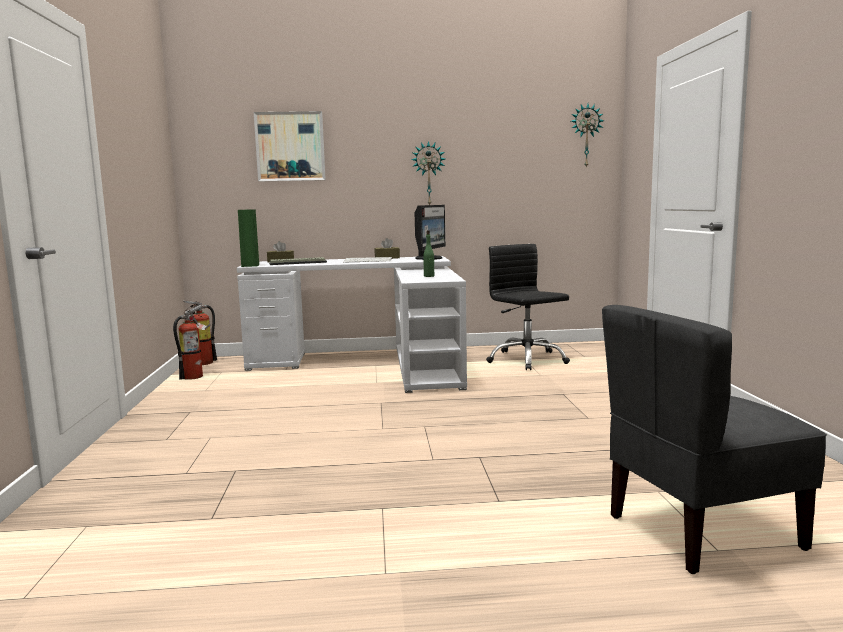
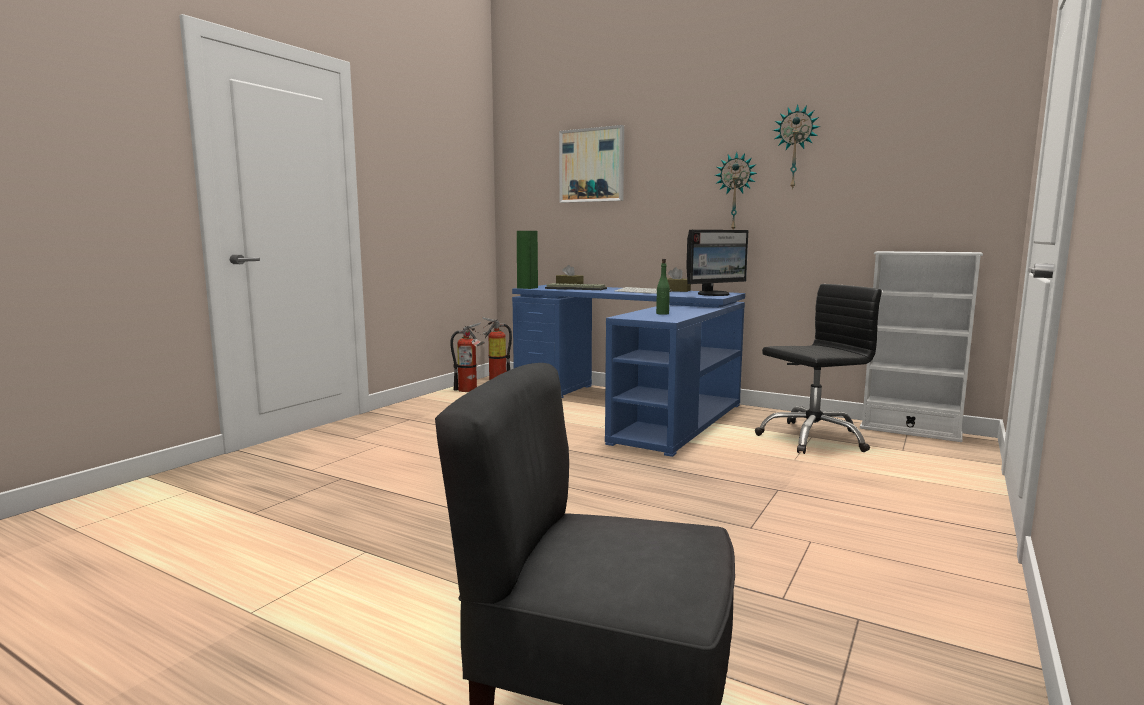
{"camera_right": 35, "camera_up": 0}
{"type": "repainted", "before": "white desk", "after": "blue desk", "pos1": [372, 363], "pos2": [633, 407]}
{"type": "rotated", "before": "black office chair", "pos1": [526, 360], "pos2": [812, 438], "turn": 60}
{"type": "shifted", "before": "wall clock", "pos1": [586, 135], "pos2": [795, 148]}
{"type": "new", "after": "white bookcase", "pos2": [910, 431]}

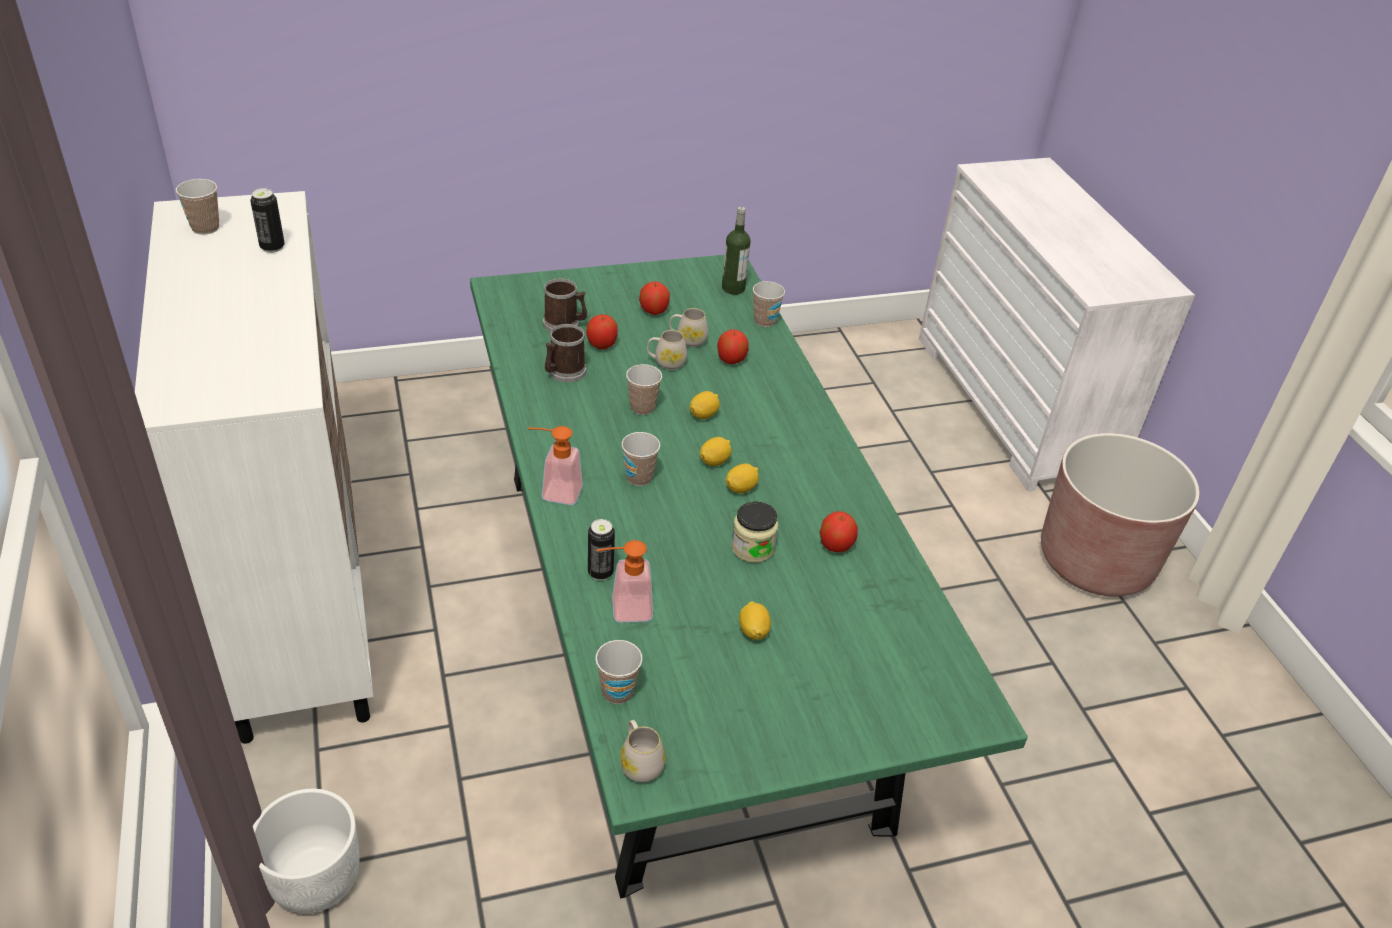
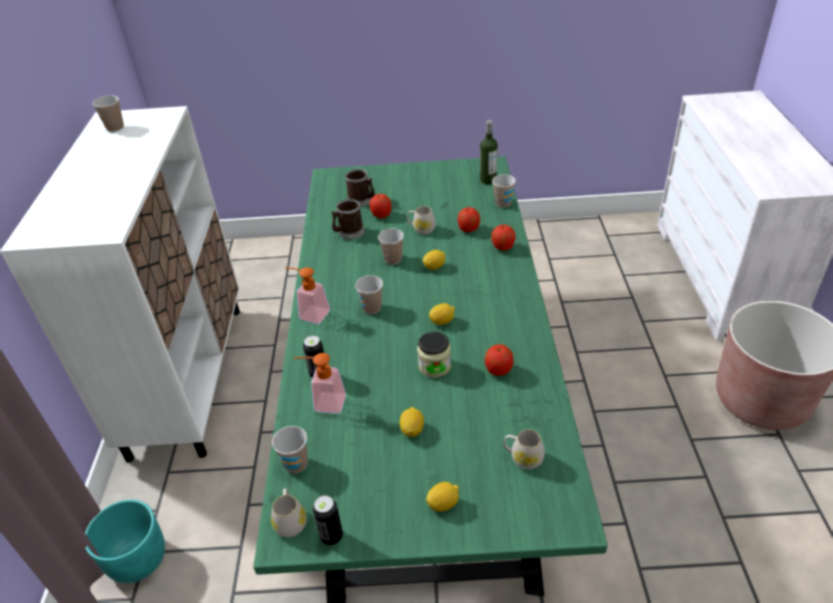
{"camera_right": 20, "camera_up": 0}
{"type": "shifted", "before": "can", "pos1": [272, 247], "pos2": [331, 536]}
{"type": "repainted", "before": "white planter", "after": "turquoise planter", "pos1": [314, 878], "pos2": [137, 559]}
{"type": "shifted", "before": "apple", "pos1": [653, 311], "pos2": [503, 247]}
{"type": "shifted", "before": "white mug", "pos1": [687, 340], "pos2": [523, 458]}
{"type": "shifted", "before": "lemon", "pos1": [714, 461], "pos2": [443, 504]}

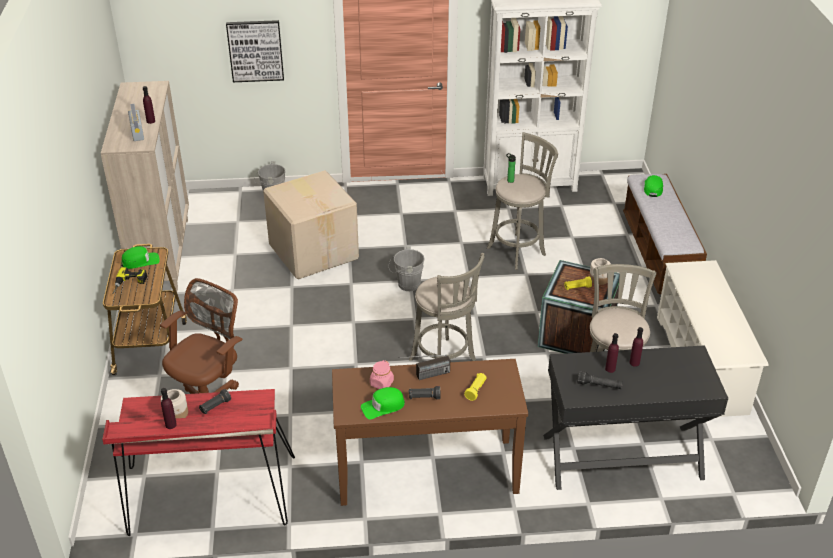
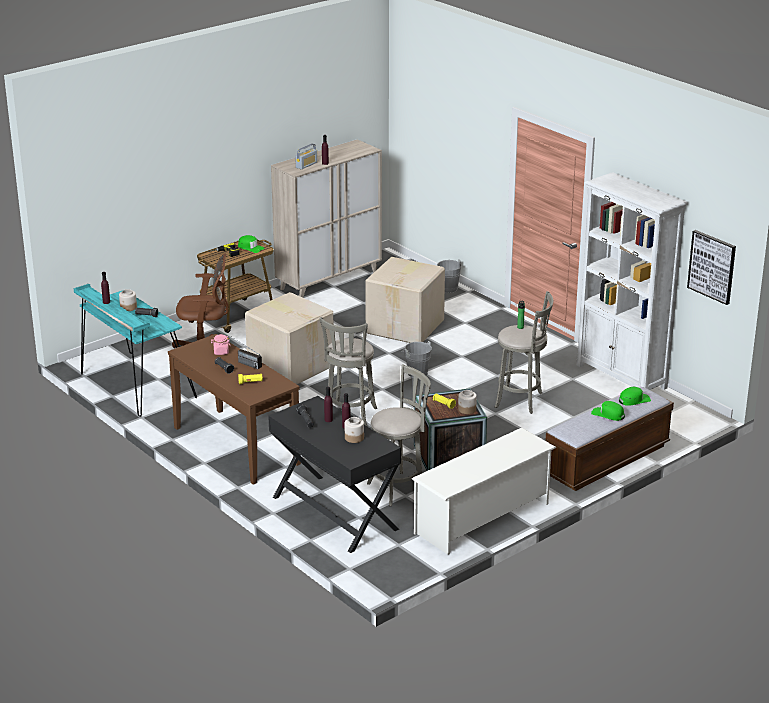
{"camera_right": 55, "camera_up": -10}
{"type": "repainted", "before": "red desk", "after": "turquoise desk", "pos1": [209, 498], "pos2": [134, 385]}
{"type": "shifted", "before": "picture", "pos1": [255, 50], "pos2": [712, 266]}
{"type": "shifted", "before": "green cap", "pos1": [383, 406], "pos2": [608, 414]}
{"type": "new", "after": "cardboard box", "pos2": [290, 366]}
{"type": "new", "after": "jar", "pos2": [354, 438]}

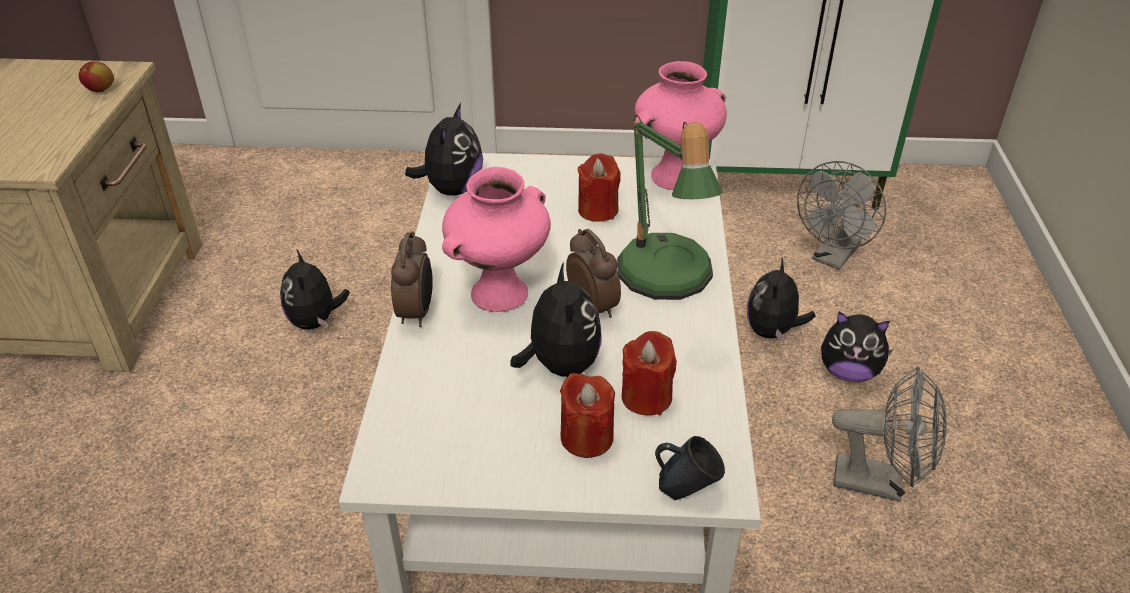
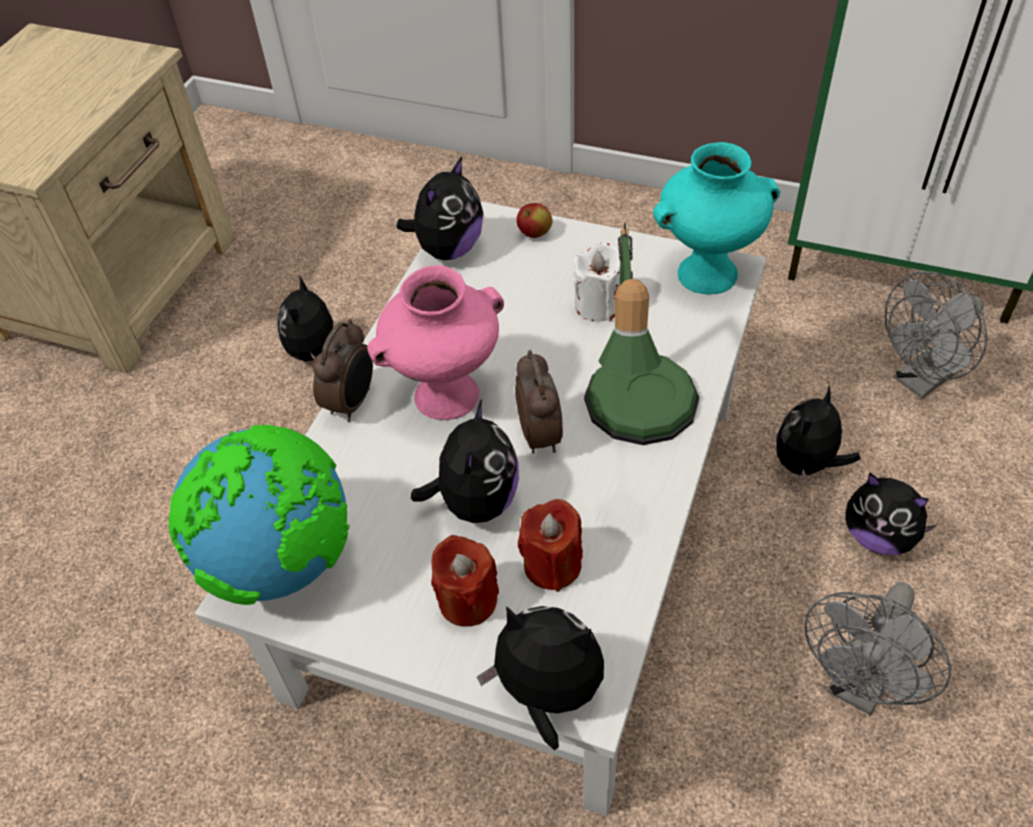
{"camera_right": 20, "camera_up": 10}
{"type": "shifted", "before": "apple", "pos1": [101, 90], "pos2": [535, 234]}
{"type": "repainted", "before": "red candle", "after": "white candle", "pos1": [598, 210], "pos2": [598, 305]}
{"type": "repainted", "before": "pink vase", "after": "turquoise vase", "pos1": [675, 175], "pos2": [708, 273]}
{"type": "swapped", "before": "blue mug", "after": "plush toy", "pos1": [686, 490], "pos2": [547, 693]}
{"type": "rotated", "before": "grey fan", "pos1": [879, 482], "pos2": [858, 686], "turn": 90}
{"type": "new", "after": "globe", "pos2": [282, 561]}

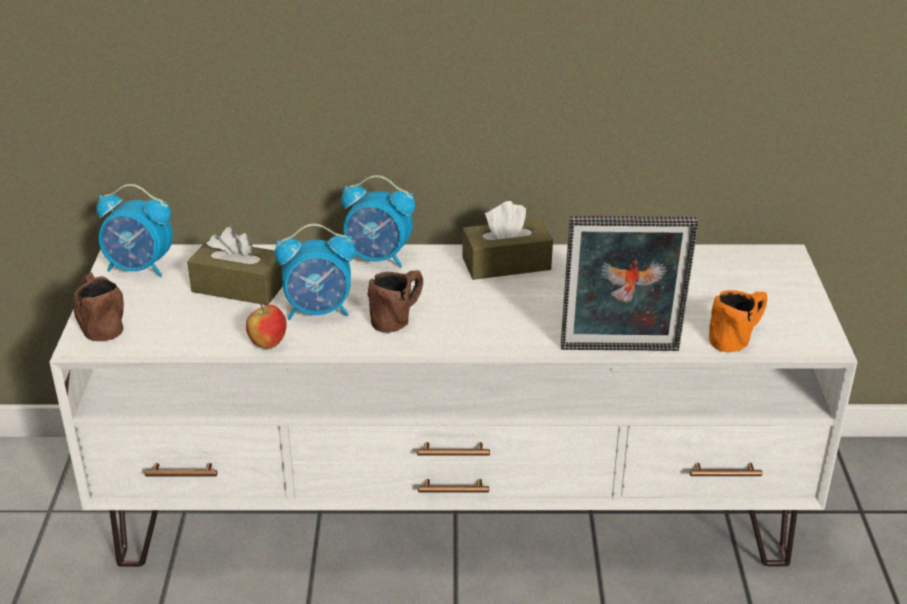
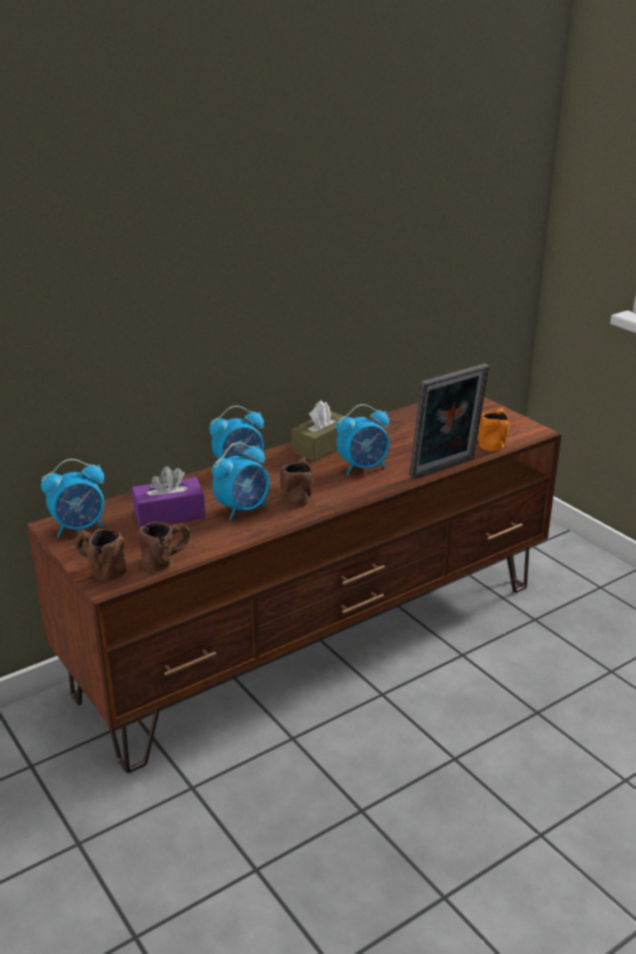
{"camera_right": -35, "camera_up": -5}
{"type": "repainted", "before": "white tv stand", "after": "brown tv stand", "pos1": [456, 507], "pos2": [318, 637]}
{"type": "repainted", "before": "brown tissue box", "after": "purple tissue box", "pos1": [239, 287], "pos2": [169, 514]}
{"type": "gone", "before": "apple", "pos1": [268, 344]}
{"type": "new", "after": "brown mug", "pos2": [167, 559]}
{"type": "new", "after": "alarm clock", "pos2": [363, 467]}

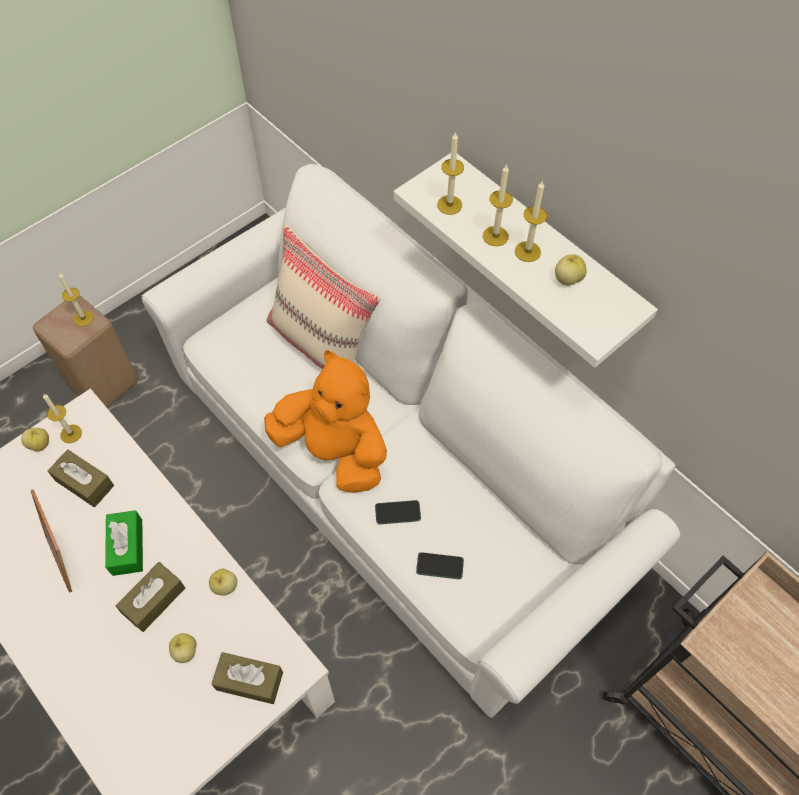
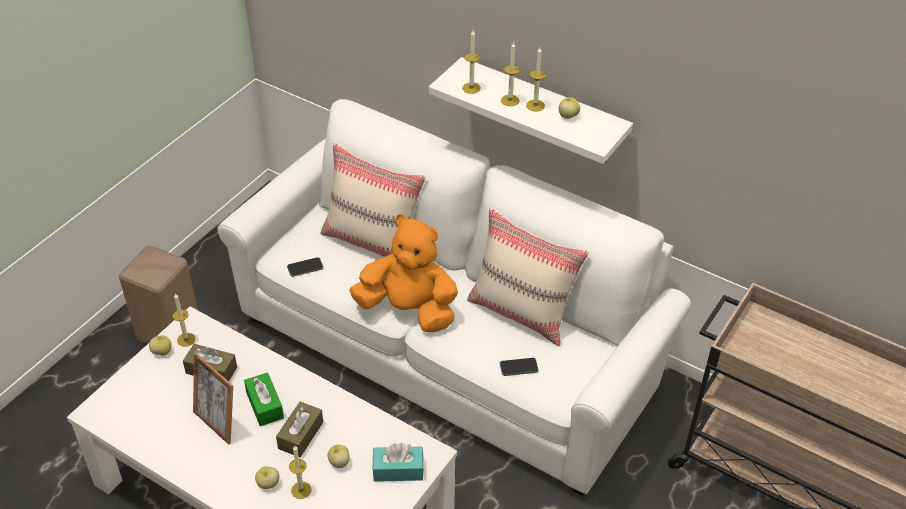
{"camera_right": -15, "camera_up": -15}
{"type": "shifted", "before": "candle", "pos1": [83, 318], "pos2": [301, 490]}
{"type": "shifted", "before": "apple", "pos1": [225, 586], "pos2": [268, 484]}
{"type": "repainted", "before": "brown tissue box", "after": "turquoise tissue box", "pos1": [249, 681], "pos2": [398, 470]}
{"type": "shifted", "before": "phone", "pos1": [397, 512], "pos2": [305, 267]}
{"type": "new", "after": "beige pillow", "pos2": [522, 312]}

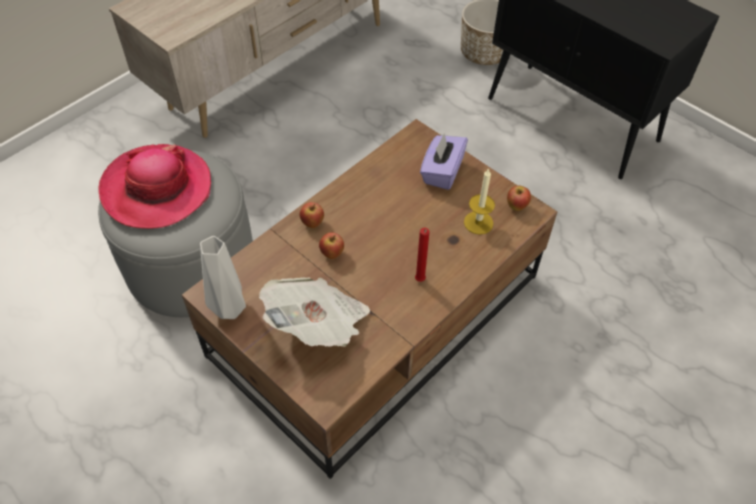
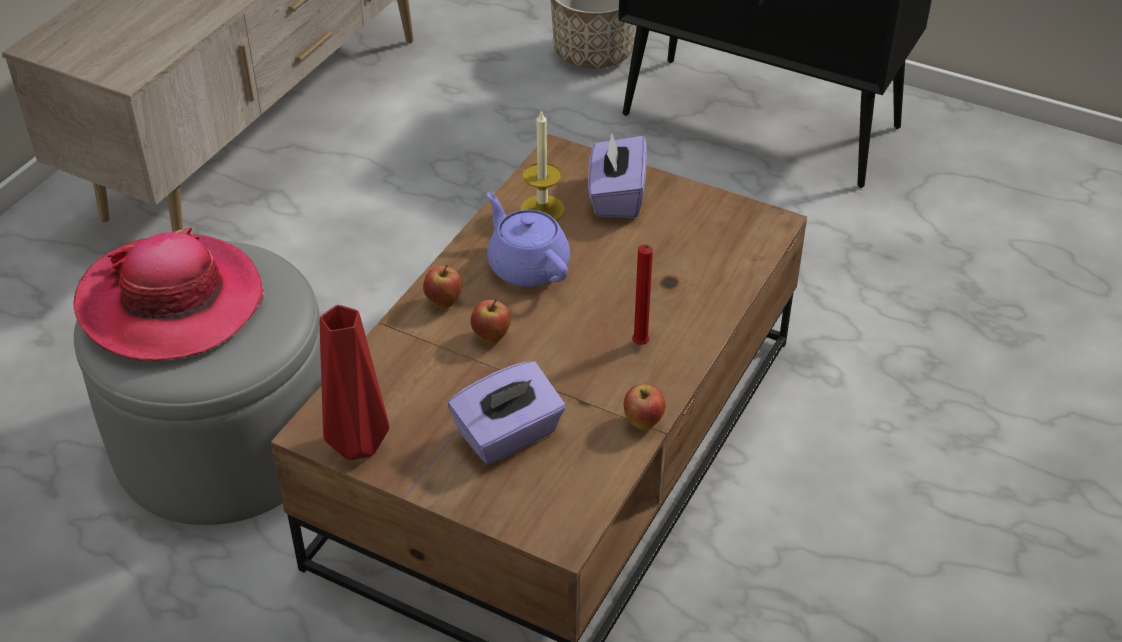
{"camera_right": -15, "camera_up": -10}
{"type": "repainted", "before": "grey vase", "after": "red vase", "pos1": [228, 308], "pos2": [355, 444]}
{"type": "swapped", "before": "newspaper", "after": "purple tissue box", "pos1": [318, 324], "pos2": [508, 435]}
{"type": "shifted", "before": "candle", "pos1": [478, 222], "pos2": [542, 209]}
{"type": "shifted", "before": "apple", "pos1": [516, 206], "pos2": [643, 423]}
{"type": "new", "after": "purple teapot", "pos2": [527, 266]}

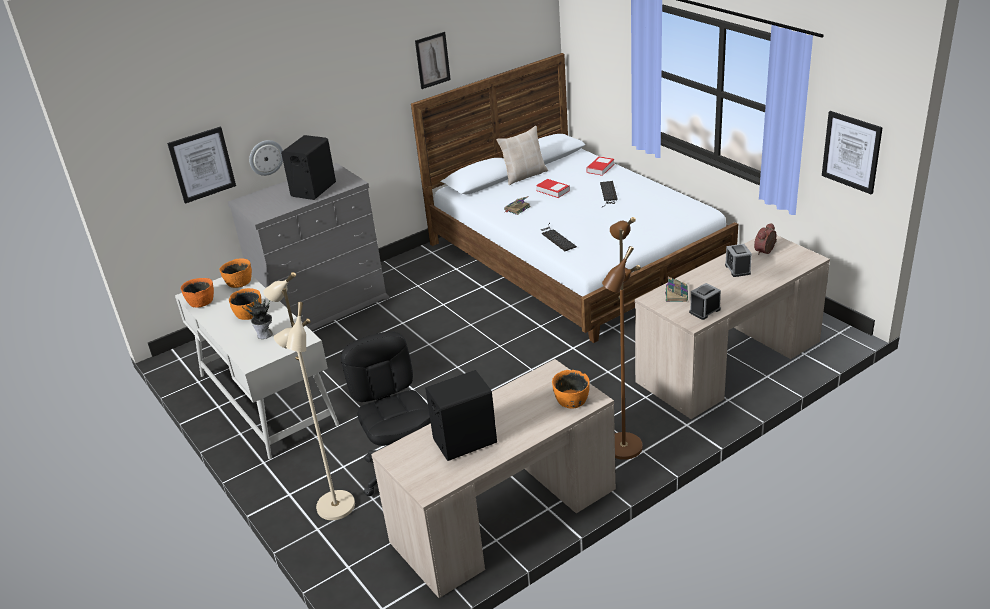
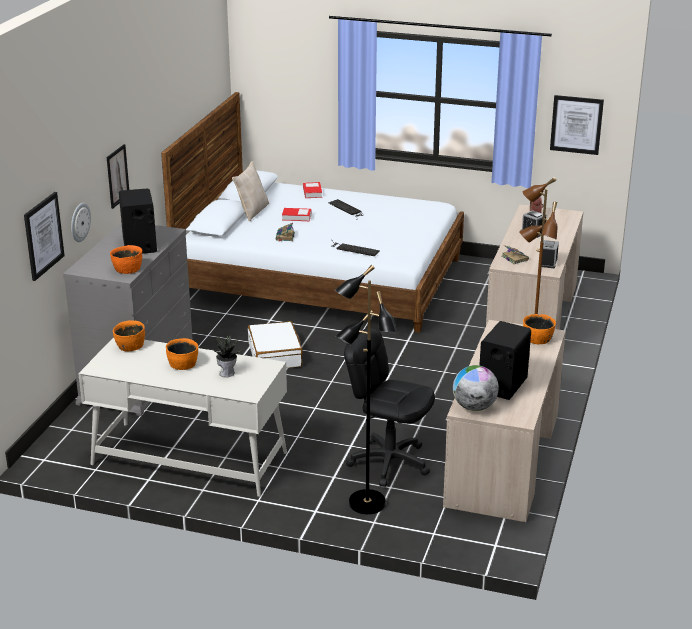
{"camera_right": -40, "camera_up": -5}
{"type": "shifted", "before": "orange bowl", "pos1": [201, 301], "pos2": [127, 269]}
{"type": "repainted", "before": "beige floor lamp", "after": "black floor lamp", "pos1": [334, 506], "pos2": [366, 504]}
{"type": "shifted", "before": "picture", "pos1": [432, 60], "pos2": [117, 176]}
{"type": "new", "after": "white suitcase", "pos2": [275, 355]}
{"type": "new", "after": "globe", "pos2": [474, 407]}

